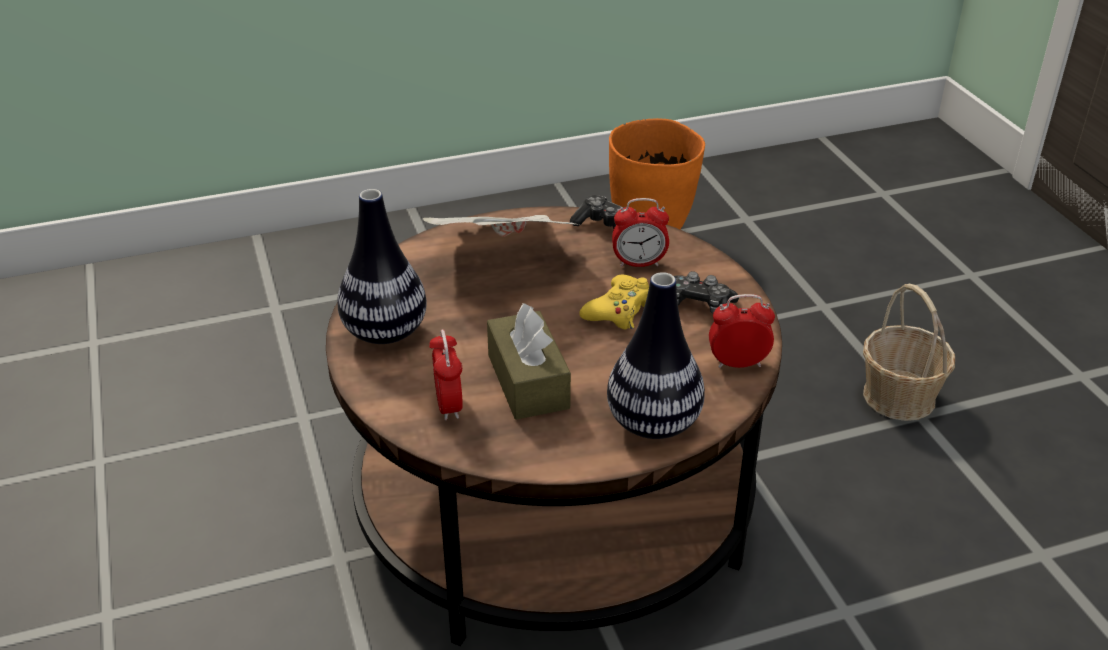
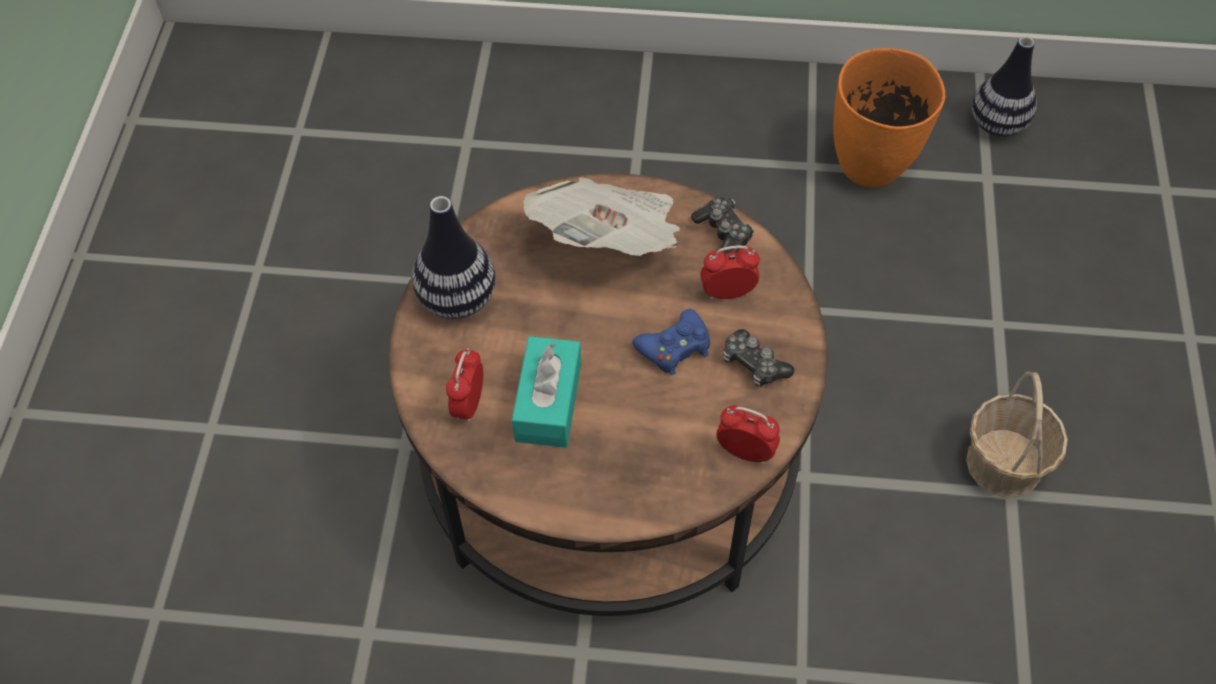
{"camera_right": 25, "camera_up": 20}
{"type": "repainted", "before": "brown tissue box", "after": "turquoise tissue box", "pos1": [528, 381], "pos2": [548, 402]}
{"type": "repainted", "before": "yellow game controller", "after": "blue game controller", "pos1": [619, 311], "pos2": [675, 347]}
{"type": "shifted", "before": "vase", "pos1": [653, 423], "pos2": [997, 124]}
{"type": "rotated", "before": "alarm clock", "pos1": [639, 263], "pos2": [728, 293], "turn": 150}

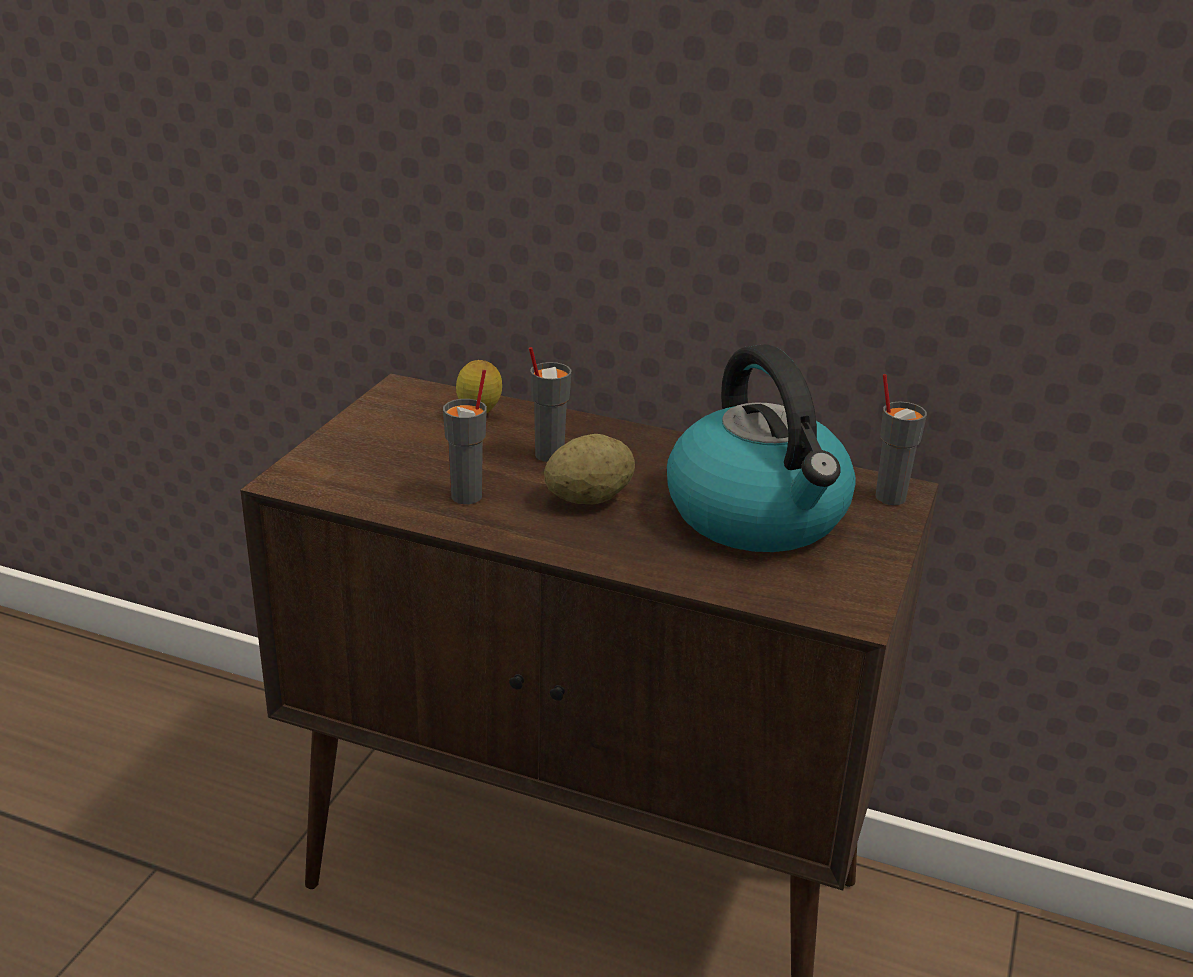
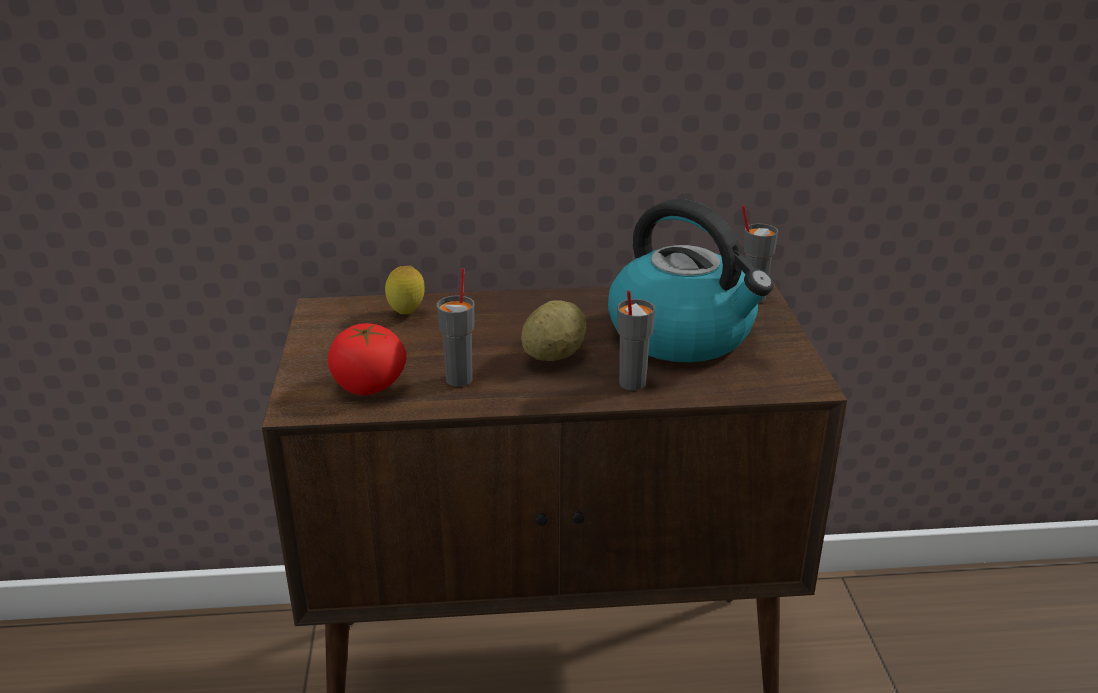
{"camera_right": -25, "camera_up": 0}
{"type": "shifted", "before": "grey cup", "pos1": [548, 455], "pos2": [631, 383]}
{"type": "new", "after": "tomato", "pos2": [369, 386]}

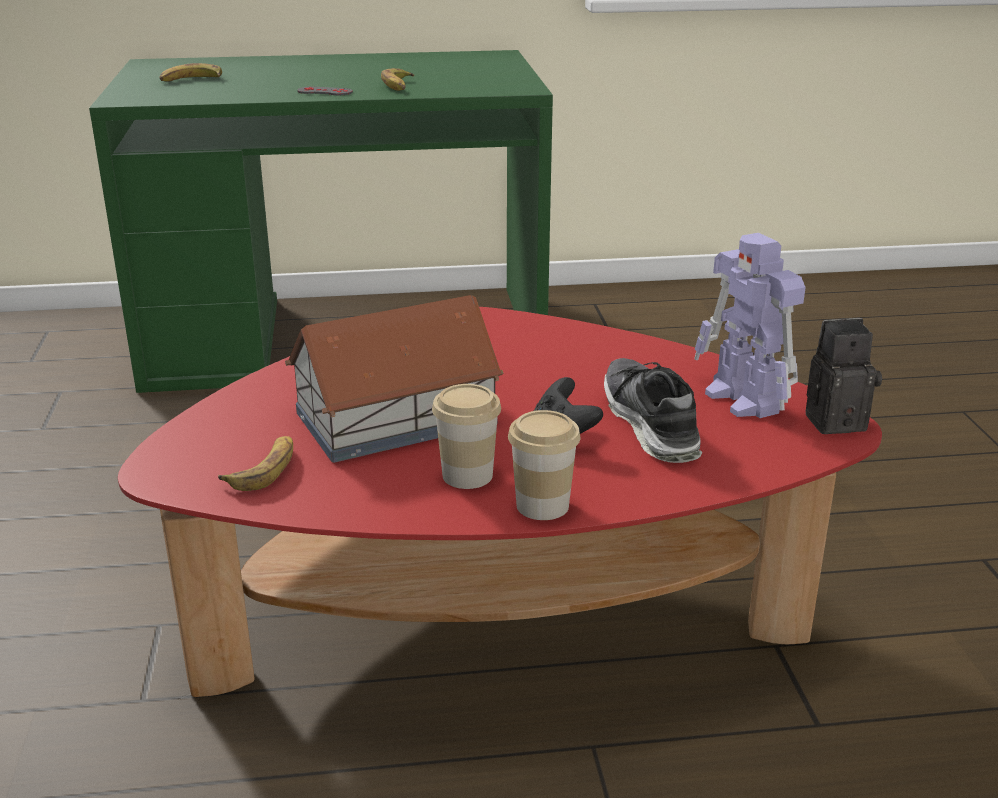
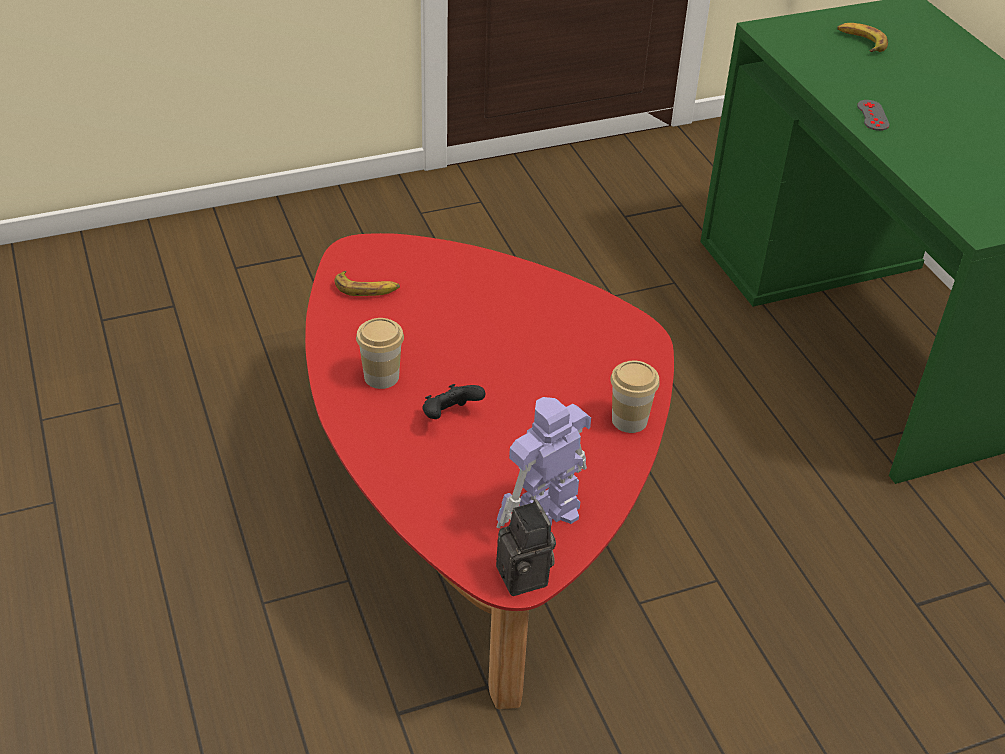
{"camera_right": 75, "camera_up": 15}
{"type": "gone", "before": "toy house", "pos1": [398, 418]}
{"type": "gone", "before": "banana", "pos1": [398, 86]}
{"type": "shifted", "before": "cup", "pos1": [542, 505], "pos2": [629, 420]}
{"type": "gone", "before": "shoe", "pos1": [649, 425]}

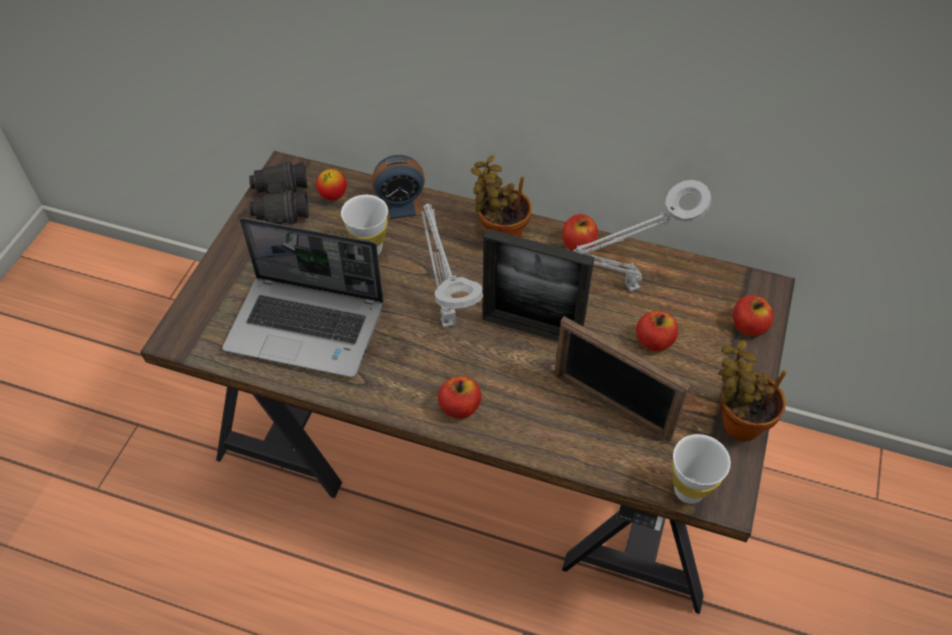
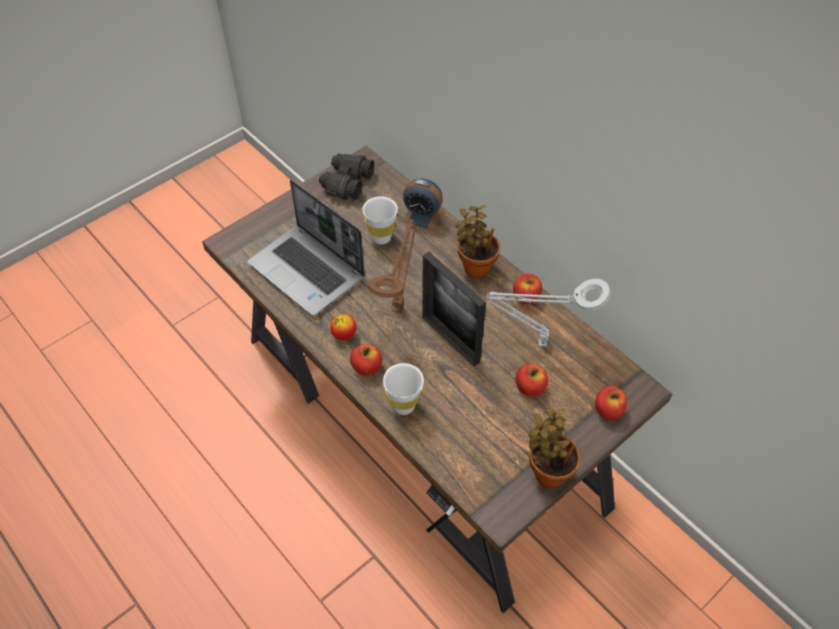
{"camera_right": 30, "camera_up": 0}
{"type": "shifted", "before": "apple", "pos1": [333, 195], "pos2": [344, 335]}
{"type": "repainted", "before": "grey table lamp", "after": "brown table lamp", "pos1": [447, 319], "pos2": [399, 307]}
{"type": "gone", "before": "picture frame", "pos1": [611, 406]}
{"type": "shifted", "before": "white cup", "pos1": [689, 490], "pos2": [404, 406]}

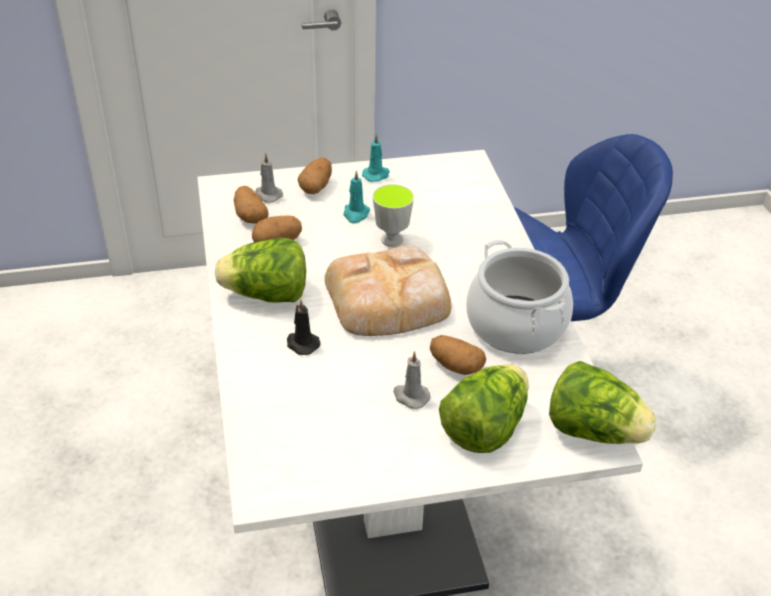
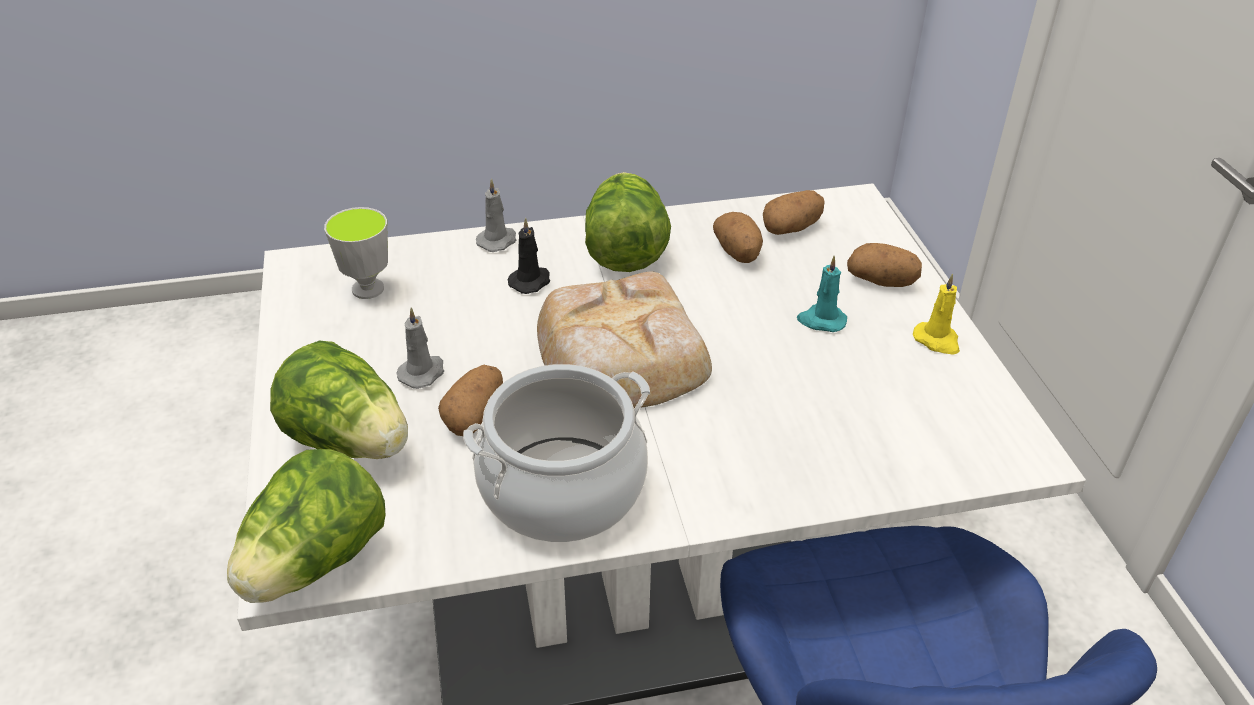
{"camera_right": 90, "camera_up": 0}
{"type": "shifted", "before": "grey candle", "pos1": [267, 195], "pos2": [498, 241]}
{"type": "repainted", "before": "turquoise candle", "after": "yellow candle", "pos1": [376, 175], "pos2": [937, 340]}
{"type": "shifted", "before": "cup", "pos1": [392, 240], "pos2": [368, 289]}

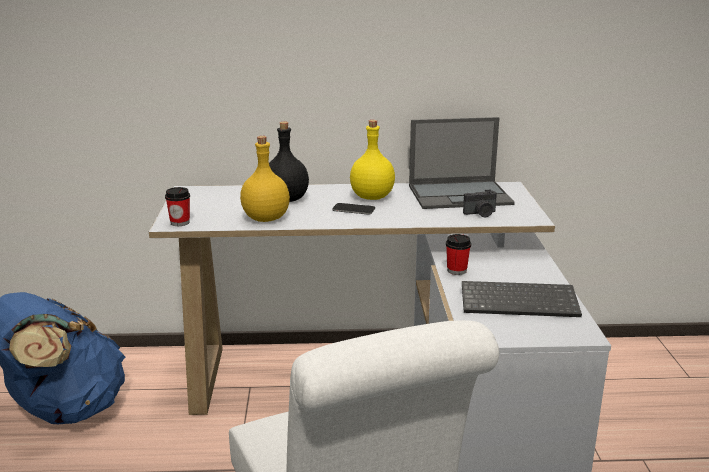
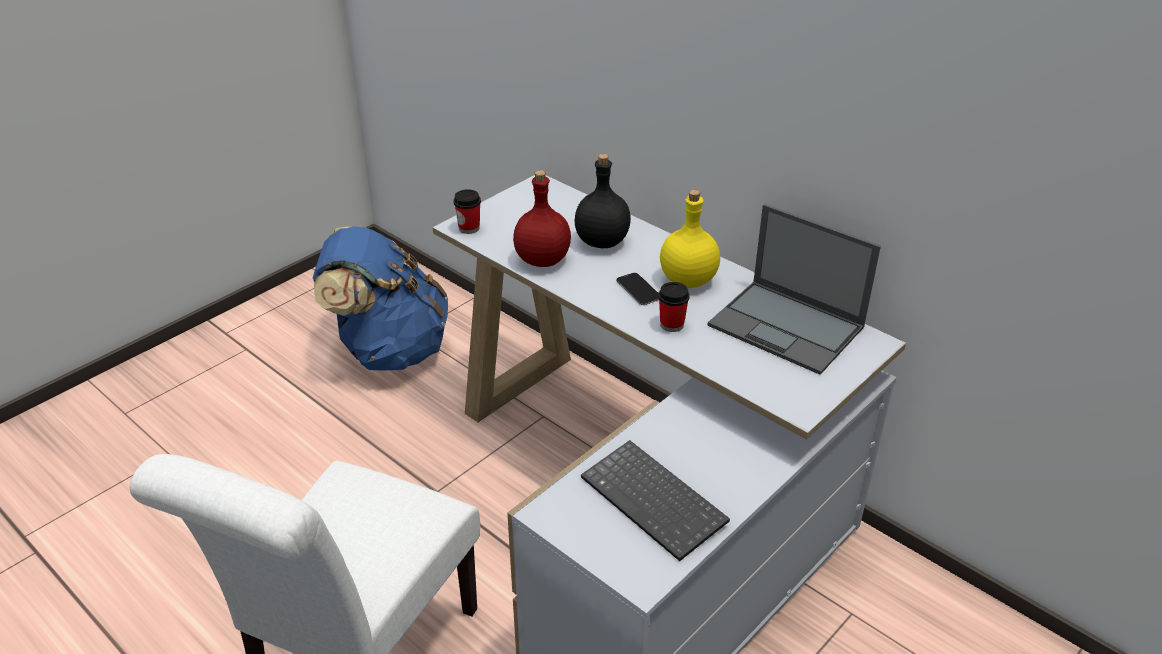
{"camera_right": 45, "camera_up": 15}
{"type": "repainted", "before": "yellow bottle", "after": "red bottle", "pos1": [265, 218], "pos2": [541, 259]}
{"type": "shifted", "before": "cup", "pos1": [456, 270], "pos2": [672, 324]}
{"type": "gone", "before": "photo camera", "pos1": [481, 214]}

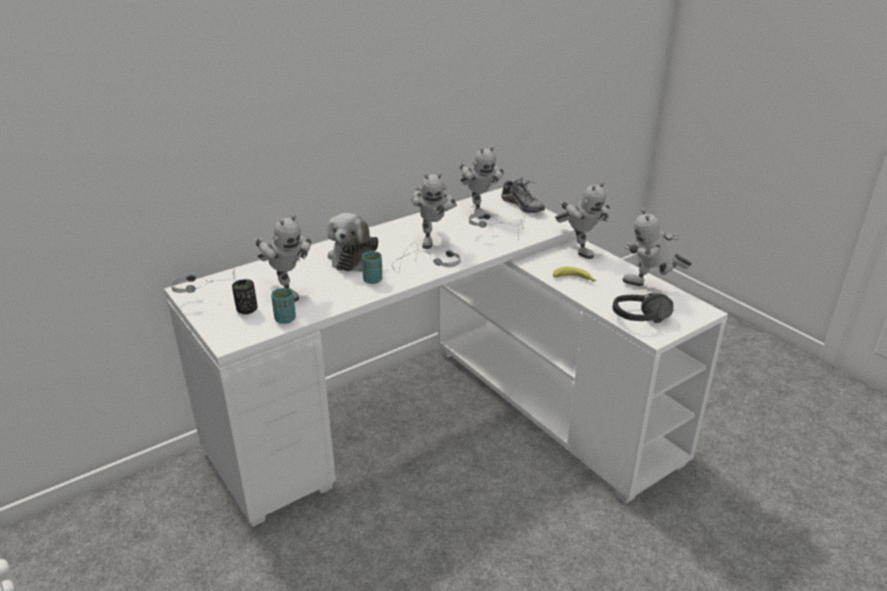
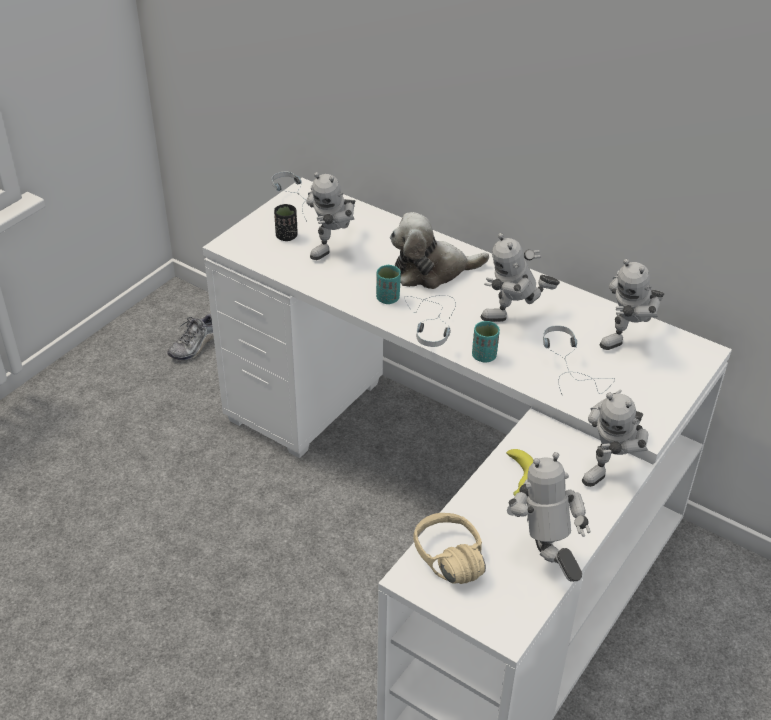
{"camera_right": 70, "camera_up": 10}
{"type": "shifted", "before": "turquoise cup", "pos1": [285, 319], "pos2": [484, 356]}
{"type": "shifted", "before": "shoe", "pos1": [522, 206], "pos2": [194, 345]}
{"type": "repainted", "before": "black headphones", "after": "beige headphones", "pos1": [644, 323], "pos2": [438, 563]}

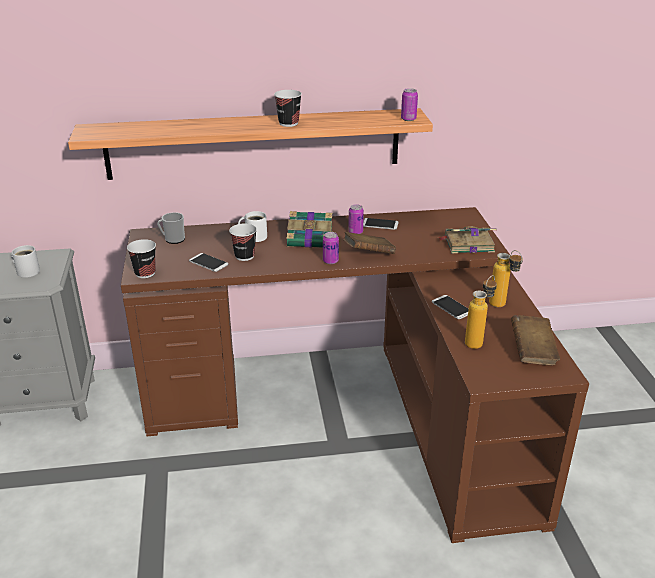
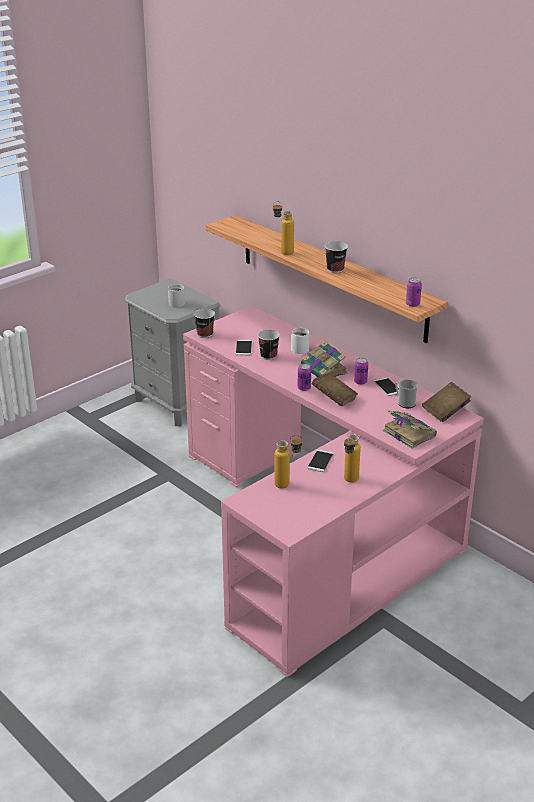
{"camera_right": 55, "camera_up": 0}
{"type": "repainted", "before": "brown desk", "after": "pink desk", "pos1": [359, 407], "pos2": [318, 531]}
{"type": "shifted", "before": "mug", "pos1": [172, 239], "pos2": [404, 403]}
{"type": "shifted", "before": "brown book", "pos1": [532, 352], "pos2": [445, 411]}
{"type": "new", "after": "bottle", "pos2": [282, 251]}

